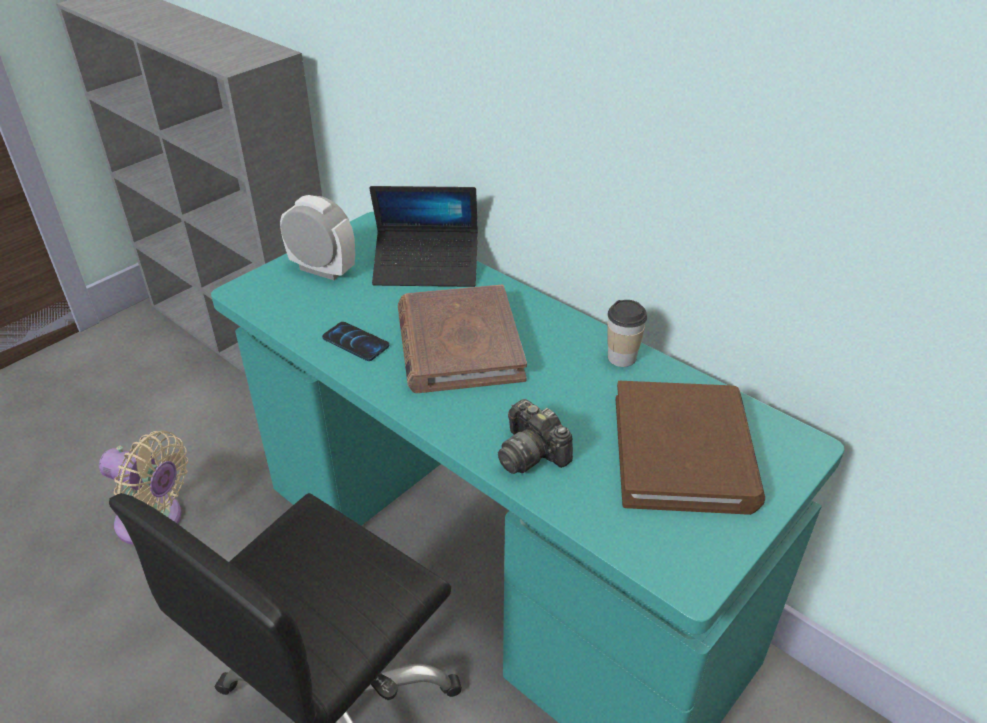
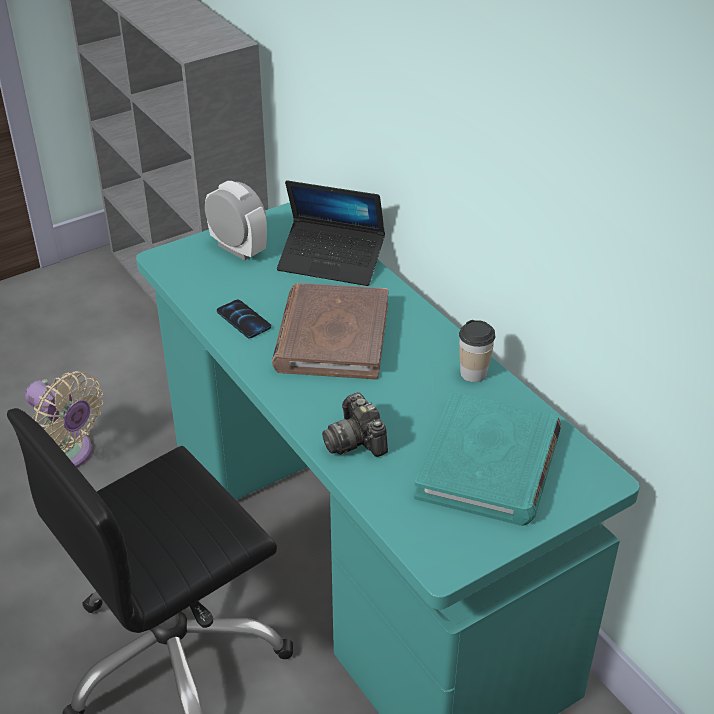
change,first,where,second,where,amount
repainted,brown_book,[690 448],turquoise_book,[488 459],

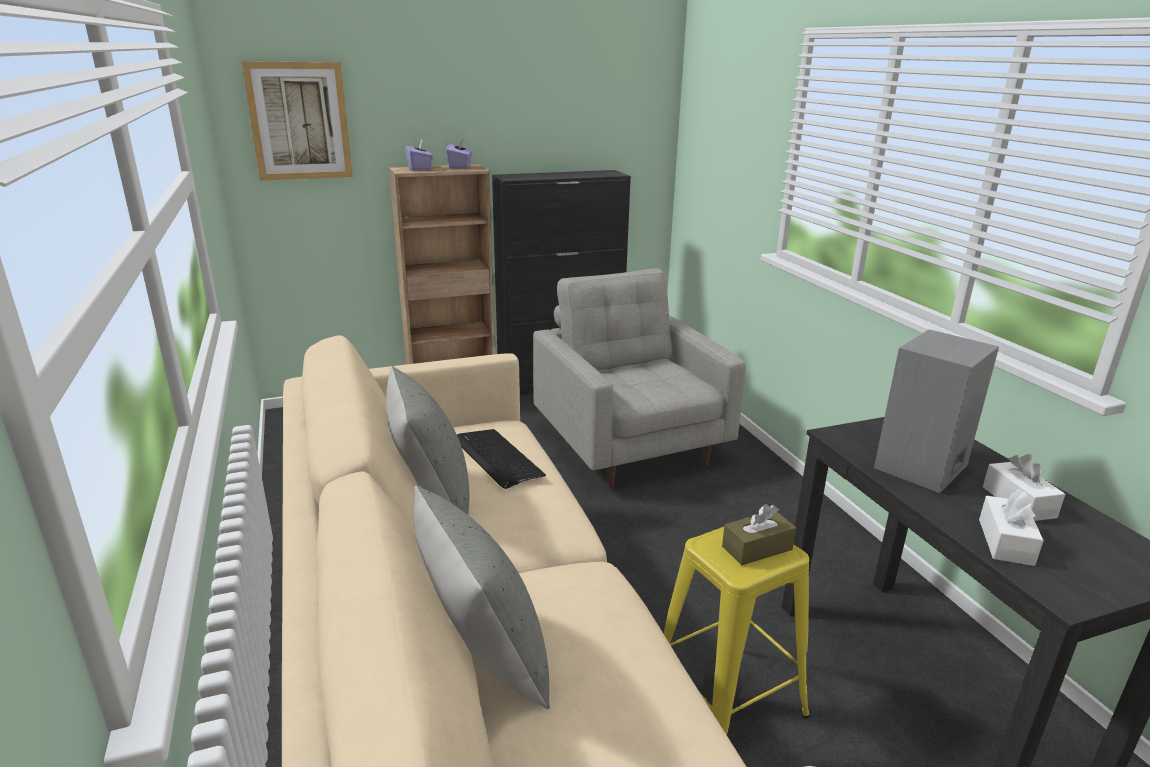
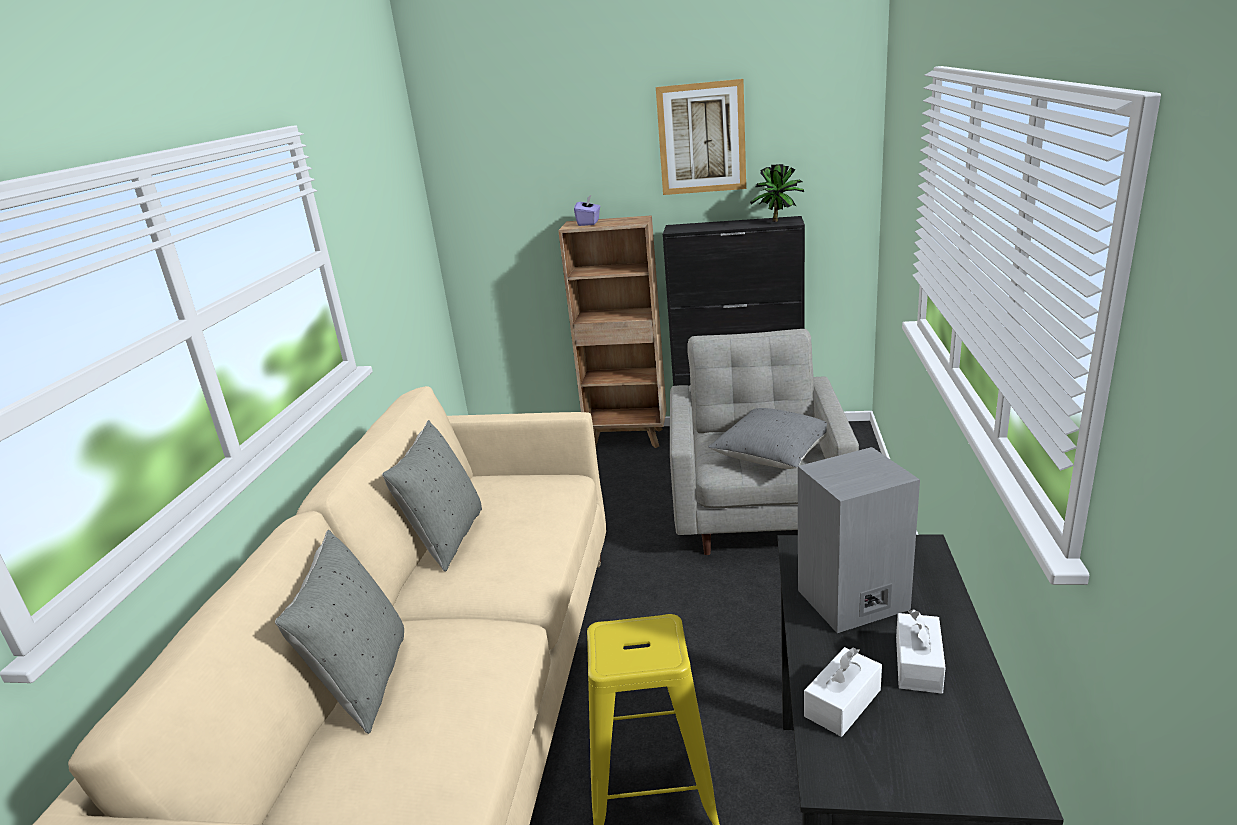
change,first,where,second,where,amount
gone,purple_tissue_box,[459 153],,,
gone,keyboard,[501 459],,,
gone,brown_tissue_box,[759 534],,,
new,,,grey_pillow,[767 438],
new,,,potted_plant,[777 193],
shifted,picture,[297 121],,[701 137],

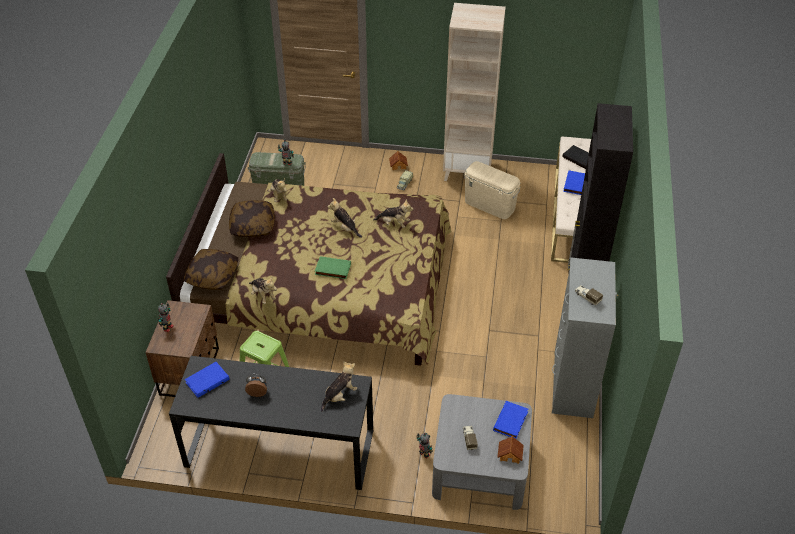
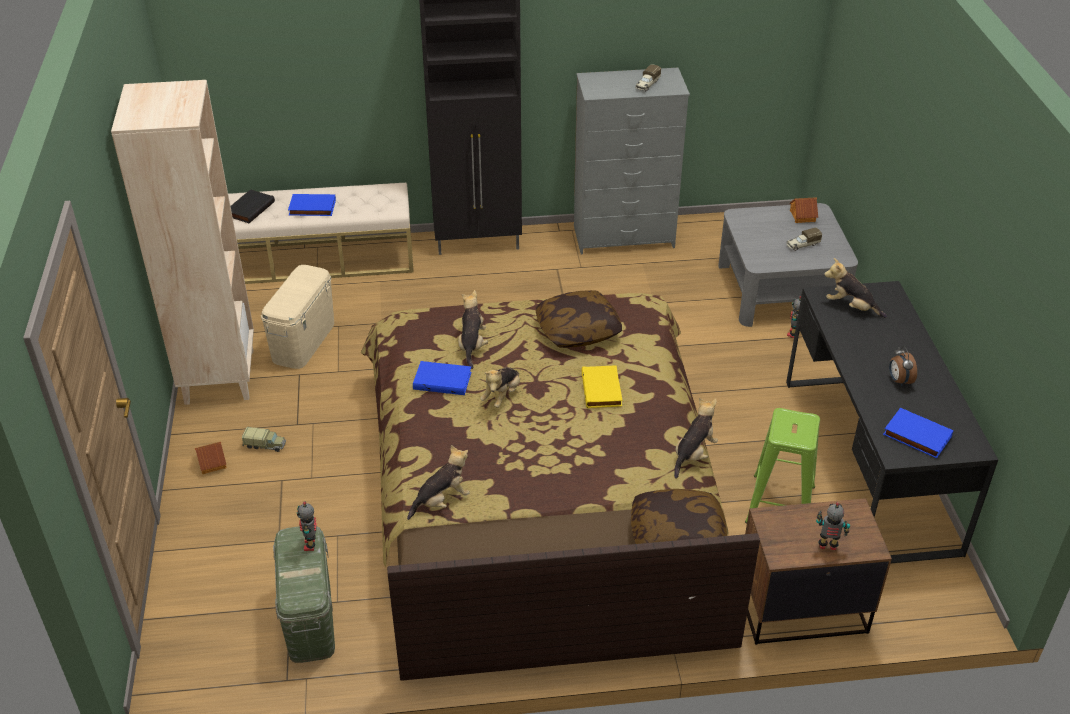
change,first,where,second,where,amount
shifted,pillow,[252 218],,[579 319],
shifted,blue_book,[510 420],,[442 378],
repainted,green_book,[333 267],yellow_book,[601 386],

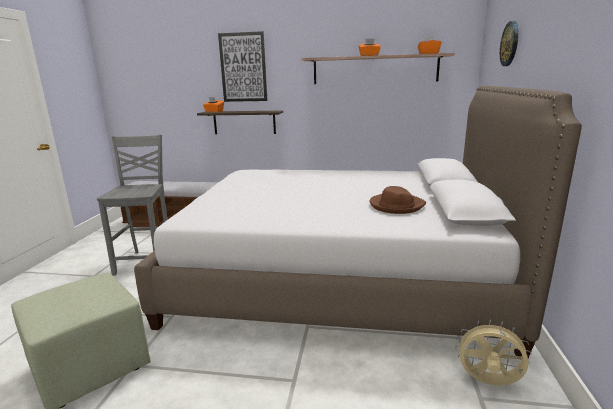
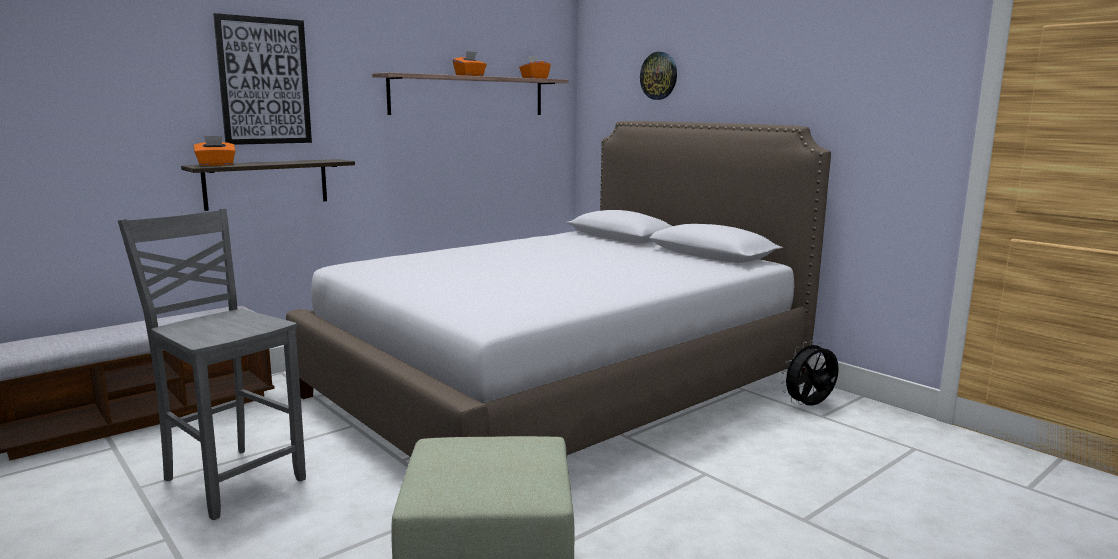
change,first,where,second,where,amount
gone,brown_hat,[398 200],,,
repainted,beige_fan,[493 353],black_fan,[810 373],

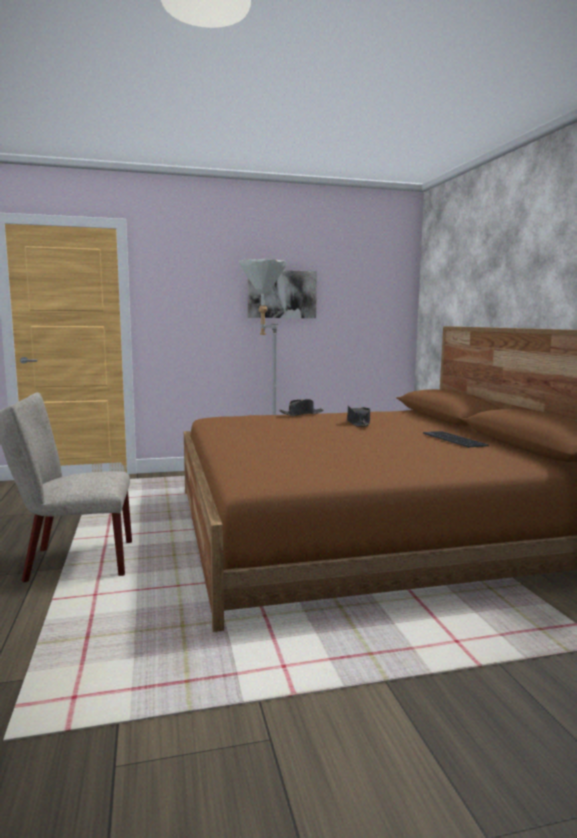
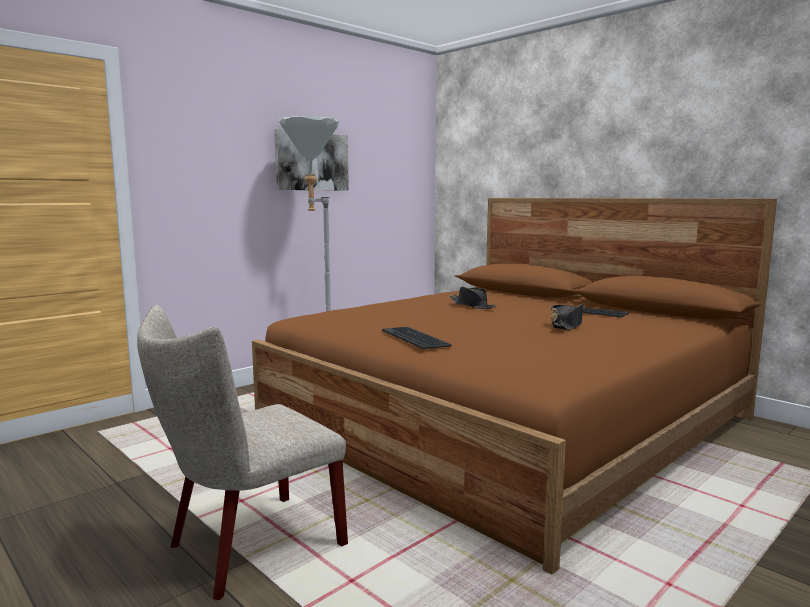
change,first,where,second,where,amount
new,,,keyboard,[417 338],
shifted,black_hat,[301 407],,[567 316],

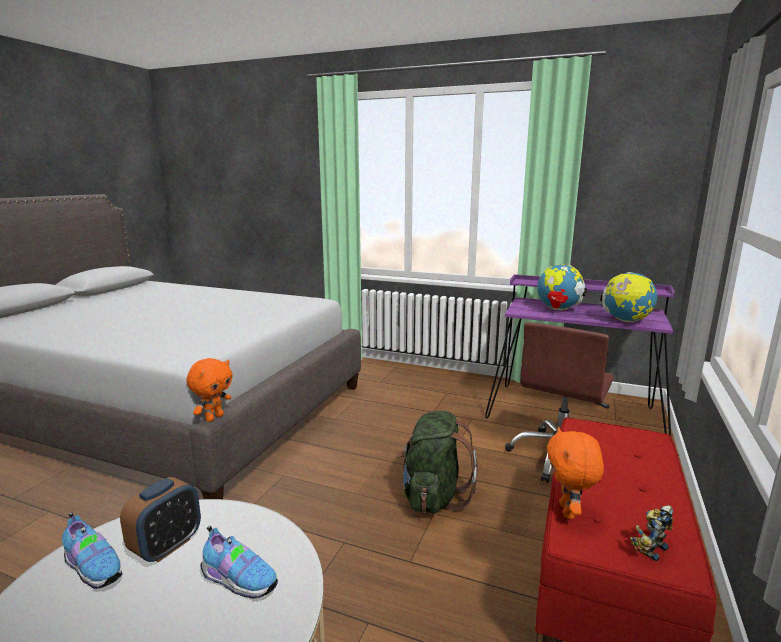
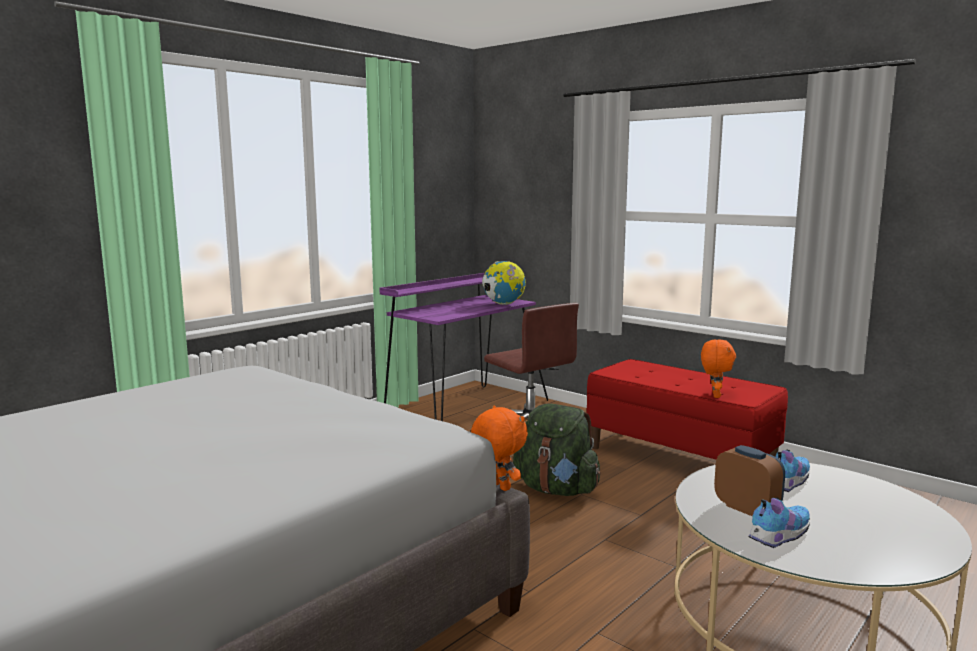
change,first,where,second,where,amount
gone,globe,[562 287],,,
gone,toy_robot,[651 533],,,
rotated,orange_plush_toy,[575 473],,[718 368],105 degrees counterclockwise

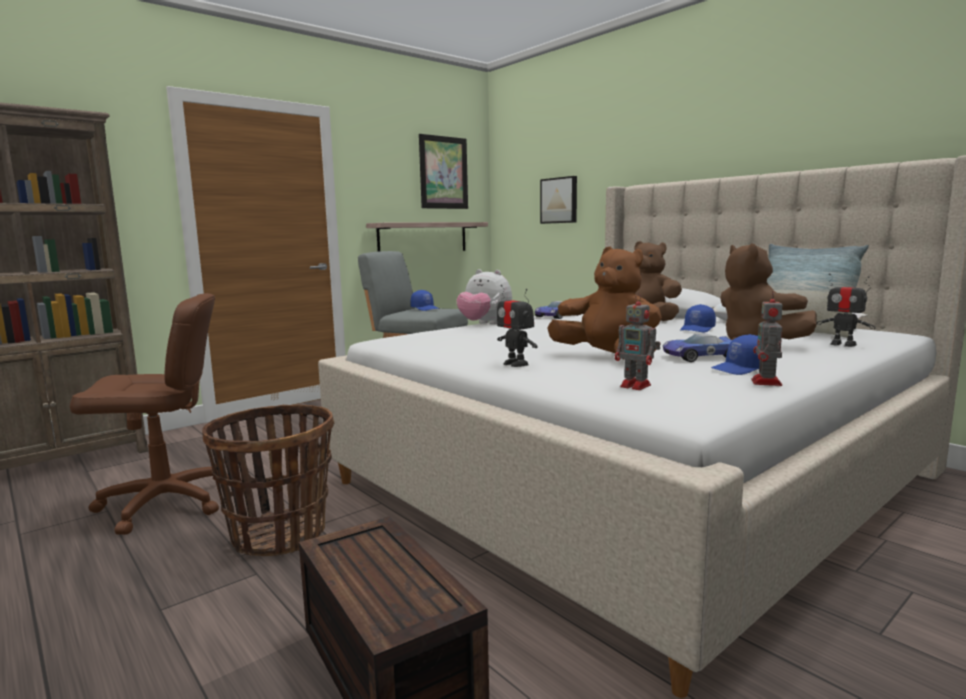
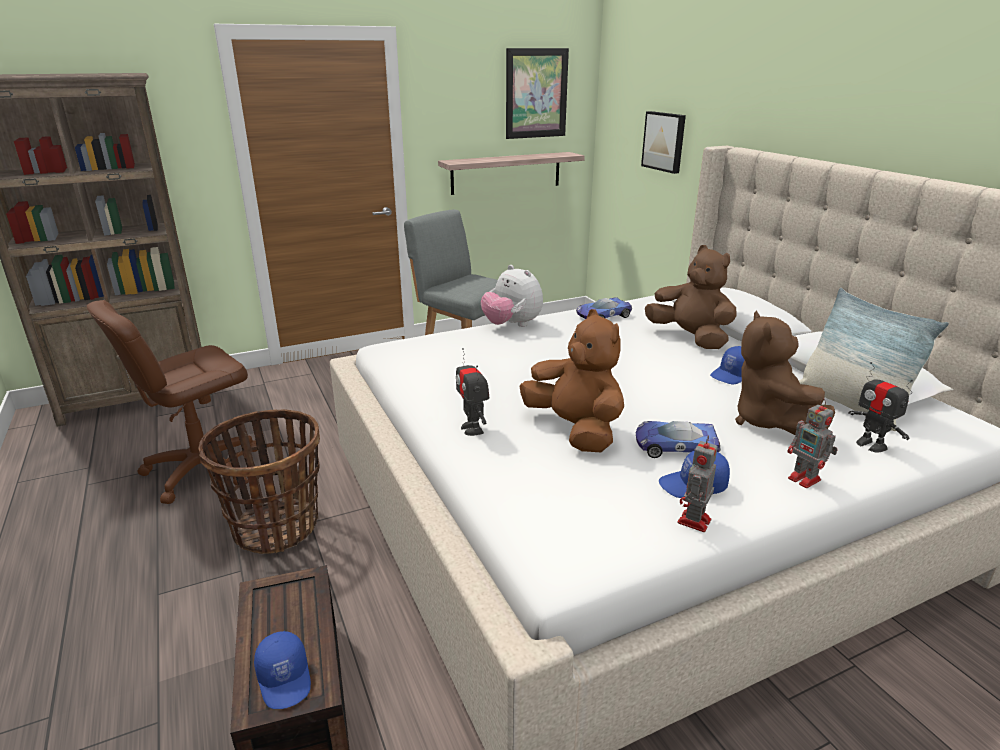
change,first,where,second,where,amount
shifted,blue_cap,[425 300],,[282 670],
shifted,toy_robot,[638 341],,[812 443],
rotated,brown_office_chair,[149 414],,[172 402],135 degrees clockwise

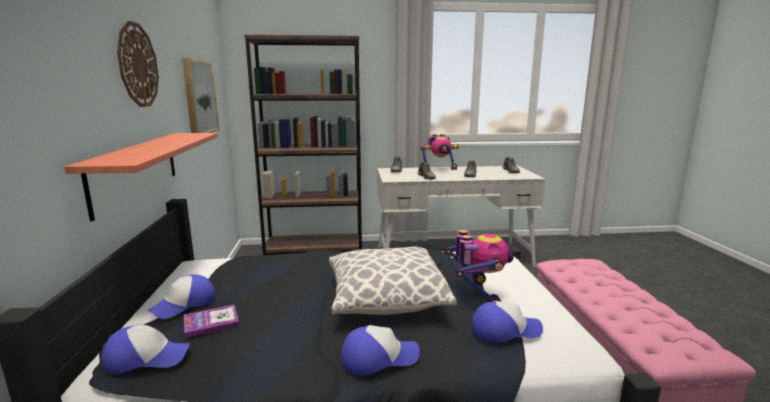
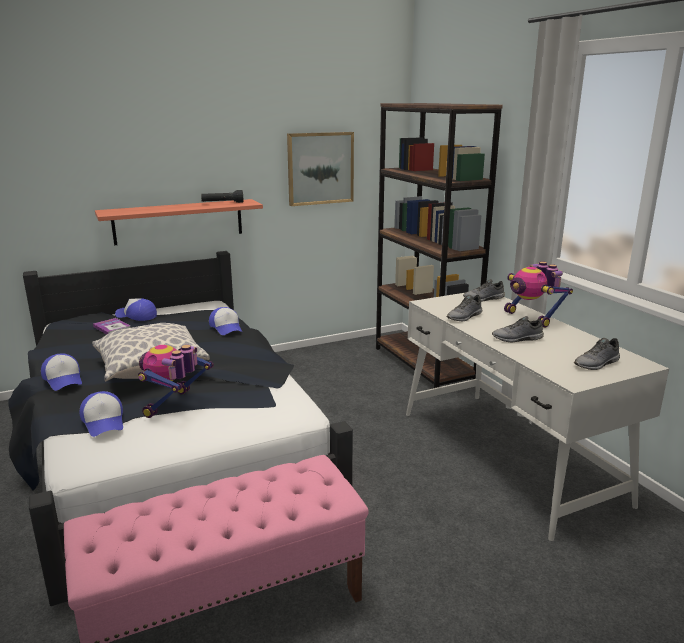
change,first,where,second,where,amount
gone,wall_clock,[138 64],,,
new,,,black_flashlight,[222 196],
shifted,cap,[145 349],,[225 321],
rotated,toy_robot,[479 266],,[176 381],135 degrees clockwise

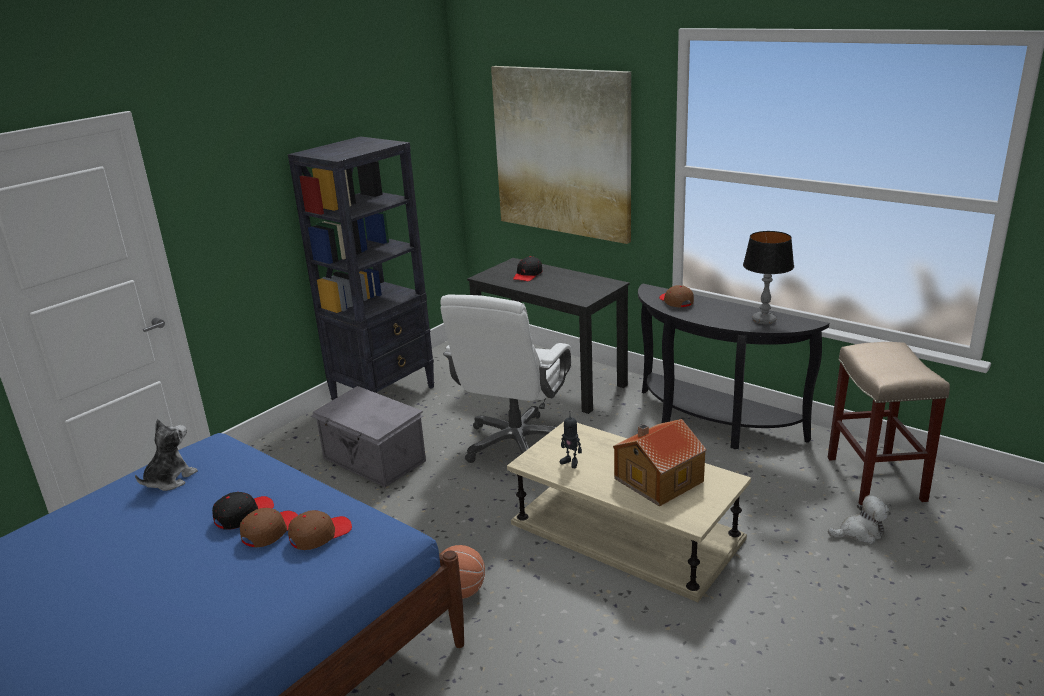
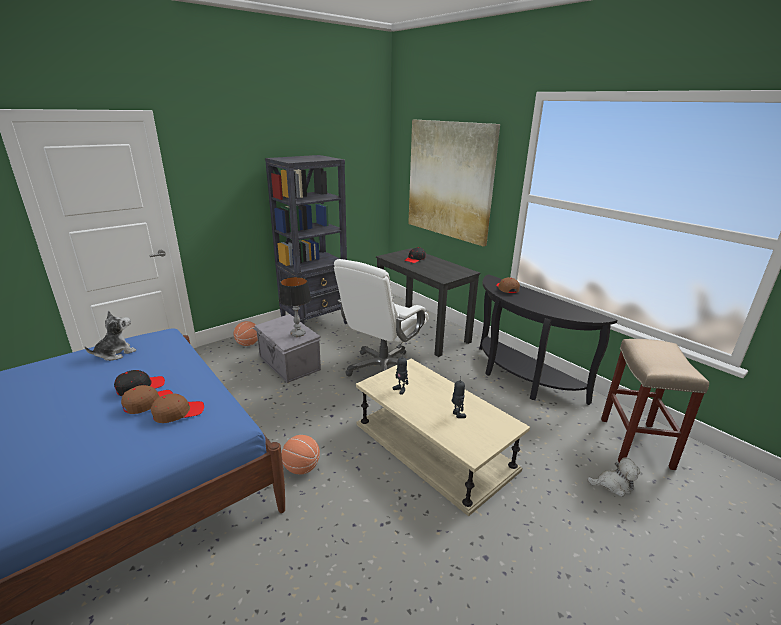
change,first,where,second,where,amount
new,,,basketball,[246 333],
shifted,table_lamp,[768 278],,[295 307],
swapped,toy_house,[660 463],toy_robot,[458 397],

